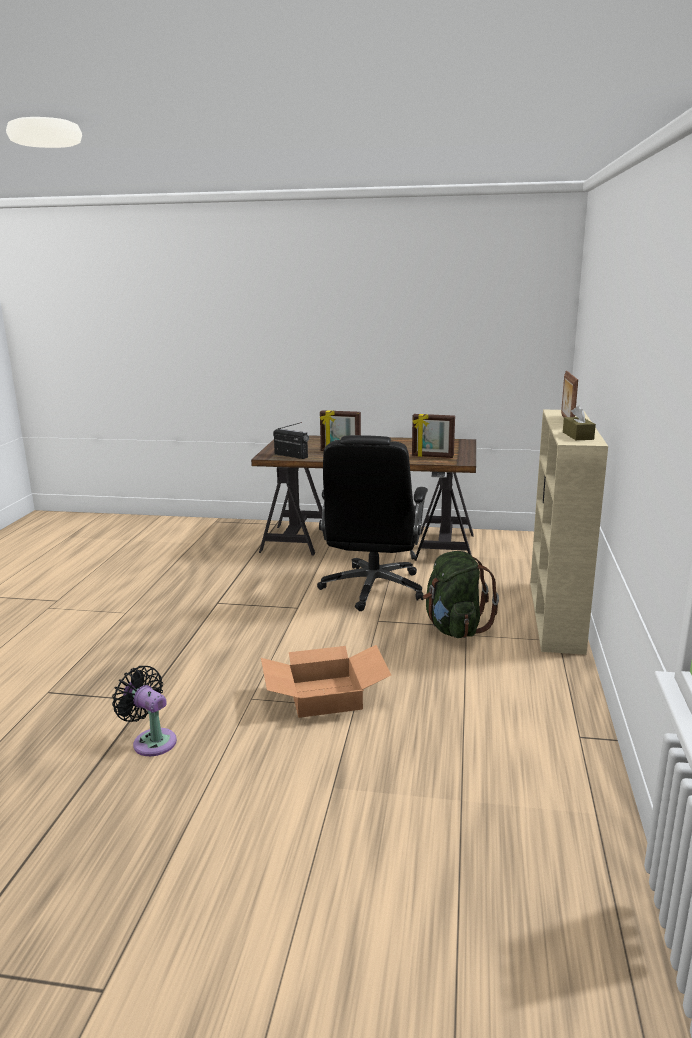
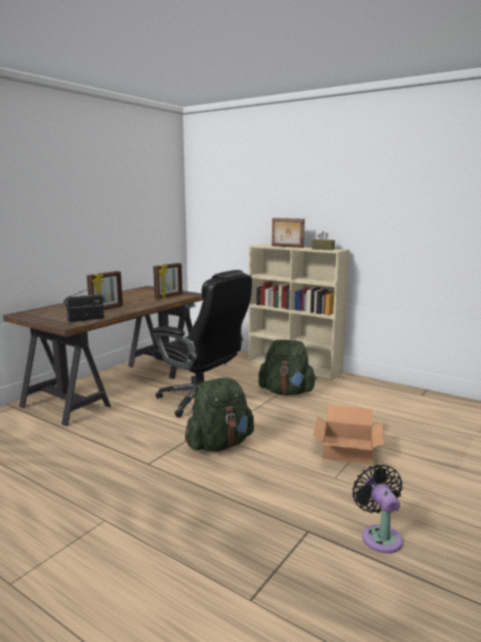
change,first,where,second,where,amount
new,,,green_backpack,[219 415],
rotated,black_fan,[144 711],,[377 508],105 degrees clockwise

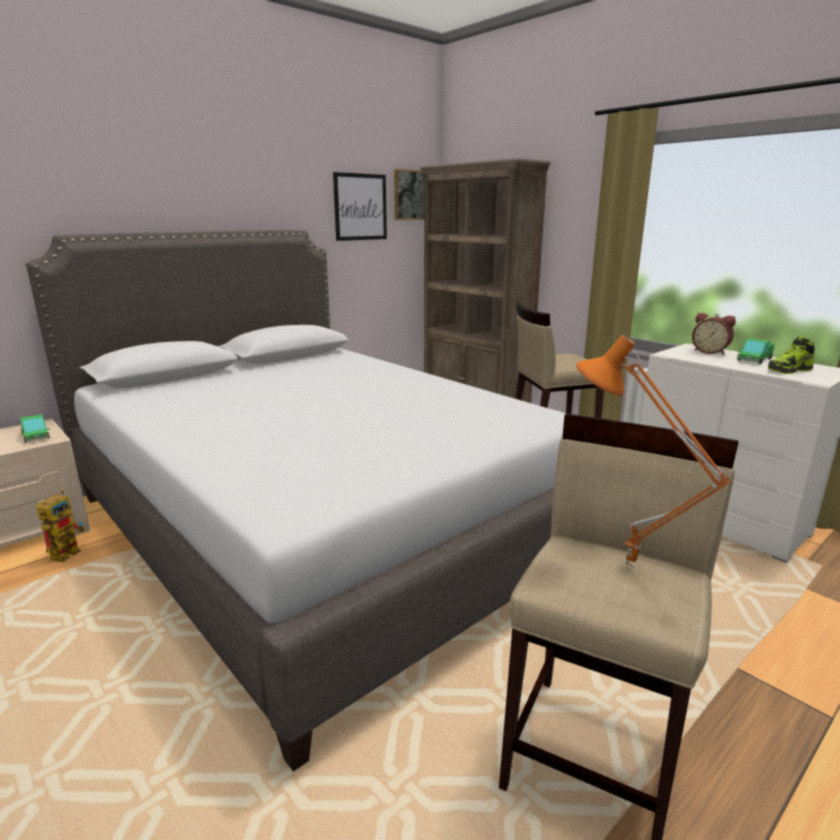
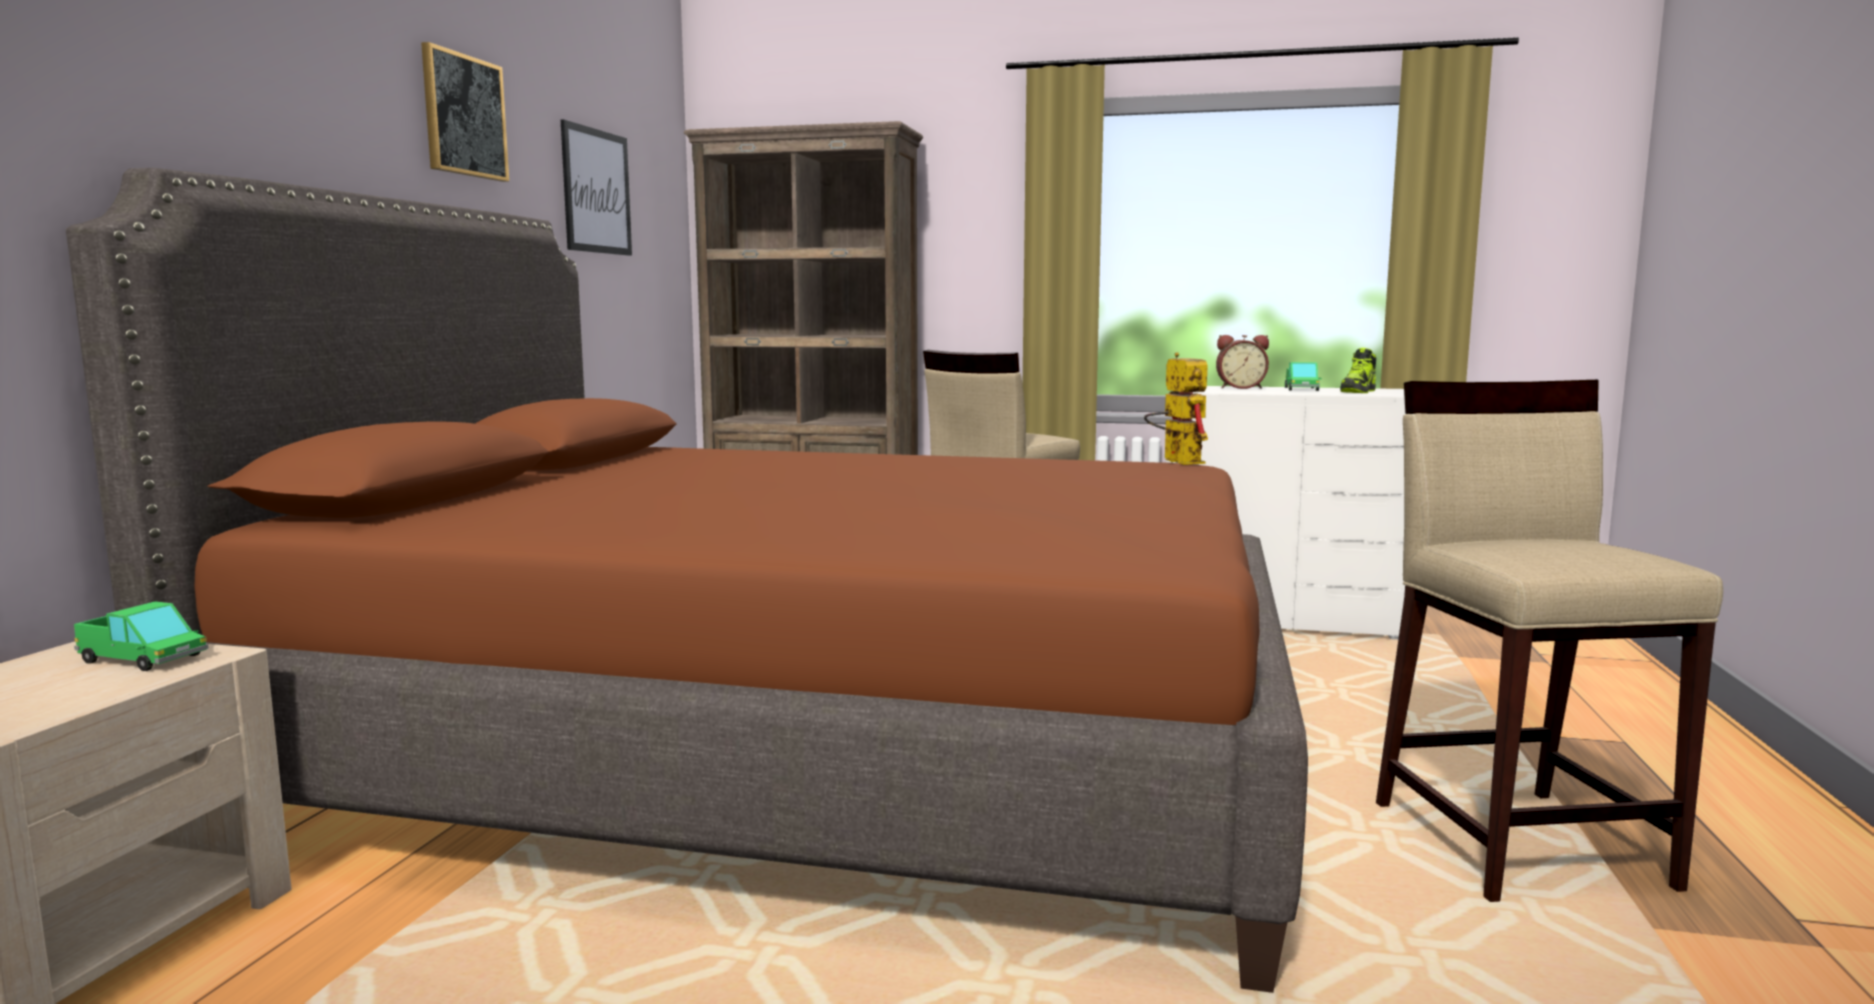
change,first,where,second,where,amount
gone,orange_table_lamp,[654 451],,,
shifted,toy_robot,[60 526],,[1176 408],
shifted,picture,[409 194],,[465 112],
repainted,grey_bed,[296 501],brown_bed,[687 580],

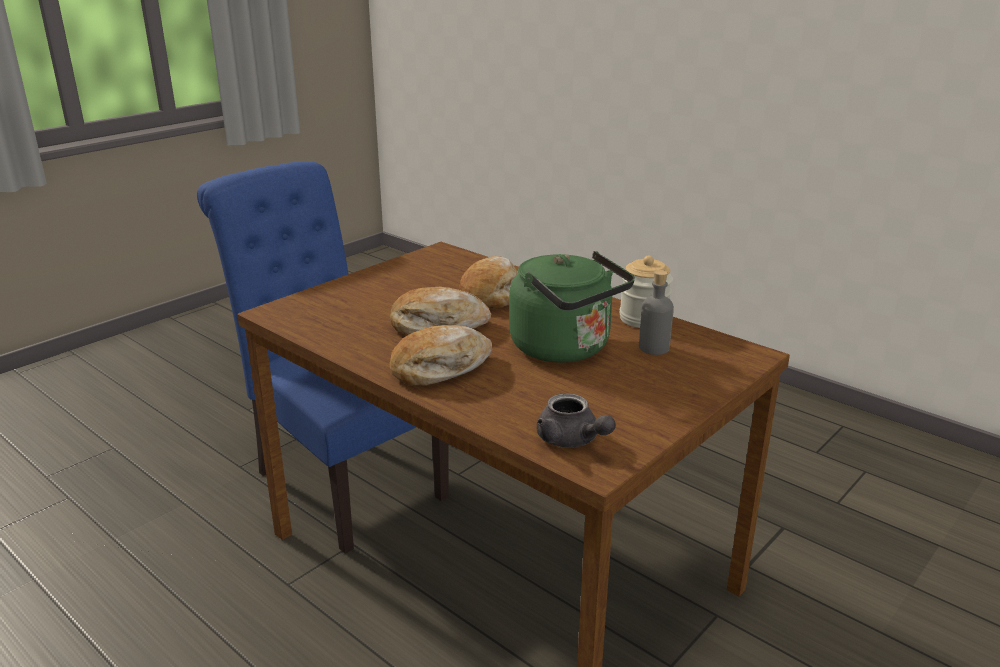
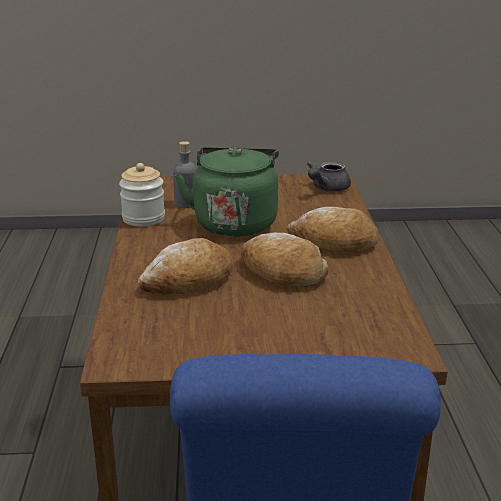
change,first,where,second,where,amount
rotated,grey_teapot,[576 420],,[329 176],150 degrees counterclockwise

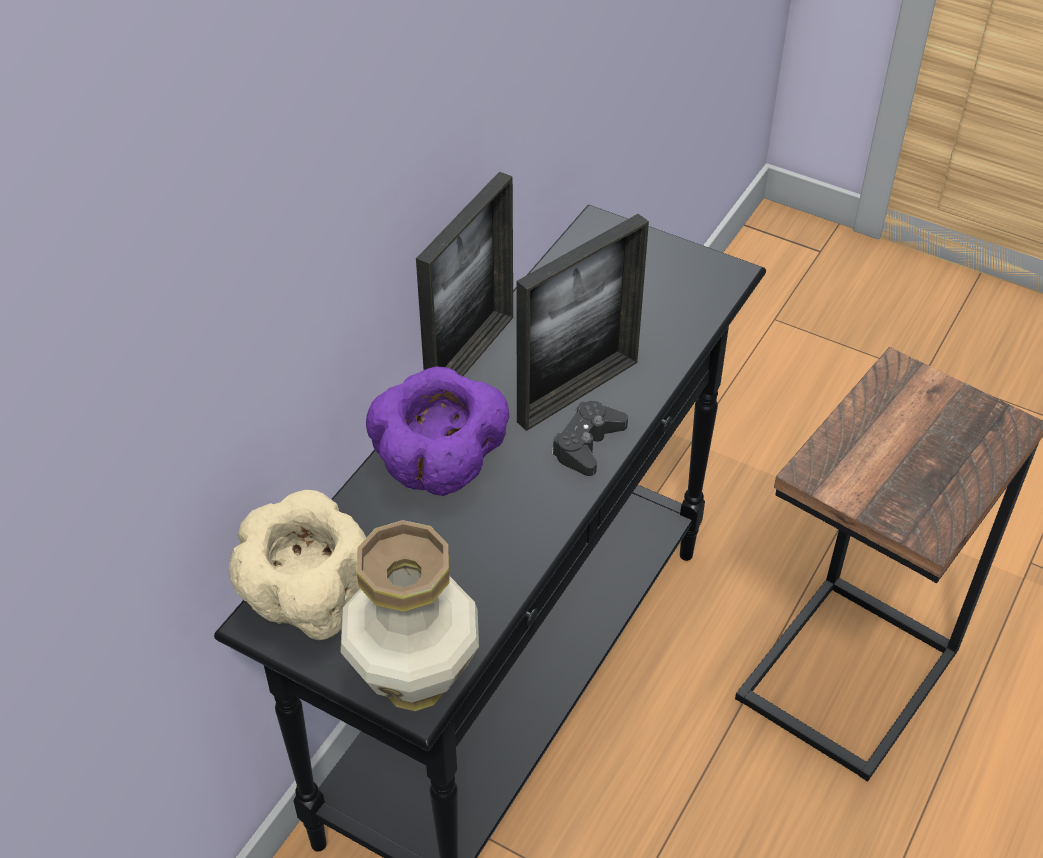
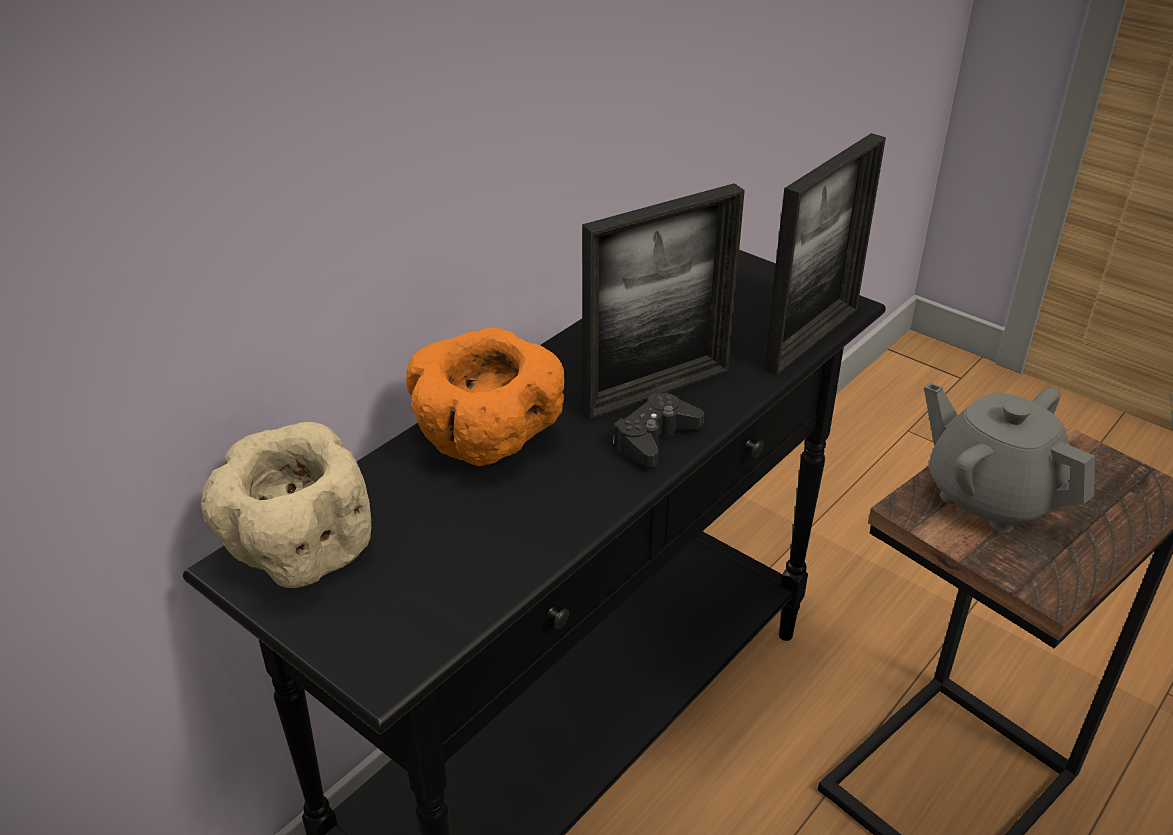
change,first,where,second,where,amount
gone,vase,[409 615],,,
new,,,grey_teapot,[1009 457],
shifted,picture_frame,[464 274],,[825 254],
repainted,purple_bowl,[438 431],orange_bowl,[485 396],

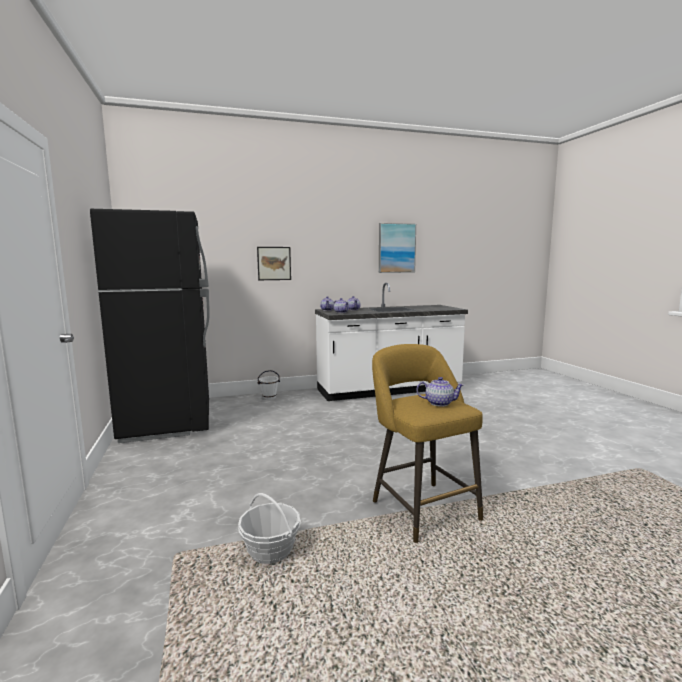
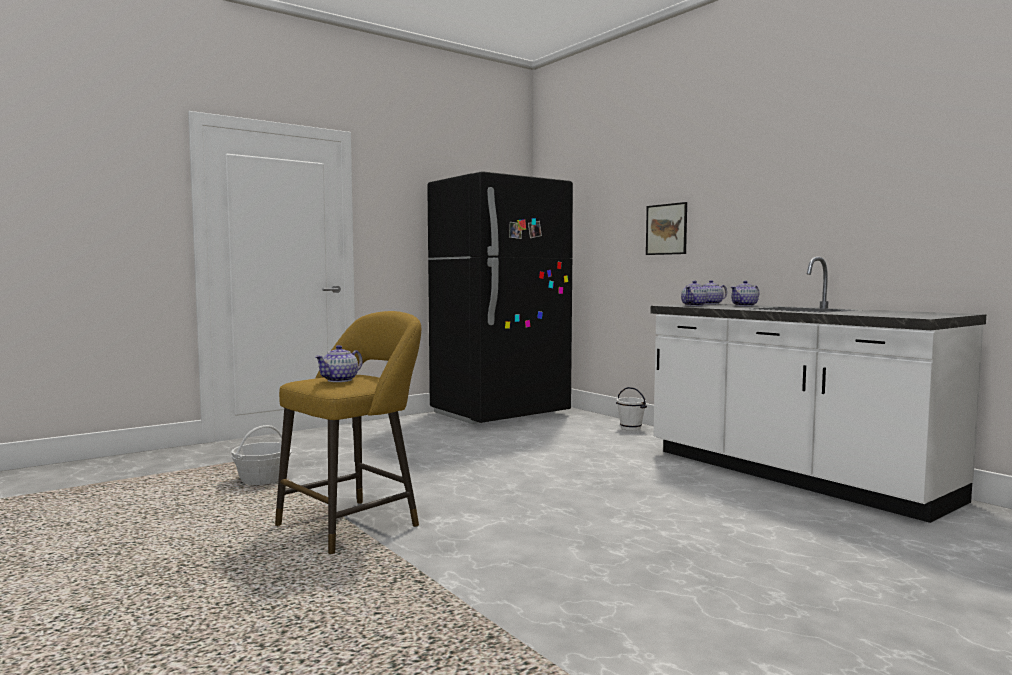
change,first,where,second,where,amount
gone,picture,[397 248],,,
rotated,teapot,[440 392],,[339 363],45 degrees clockwise

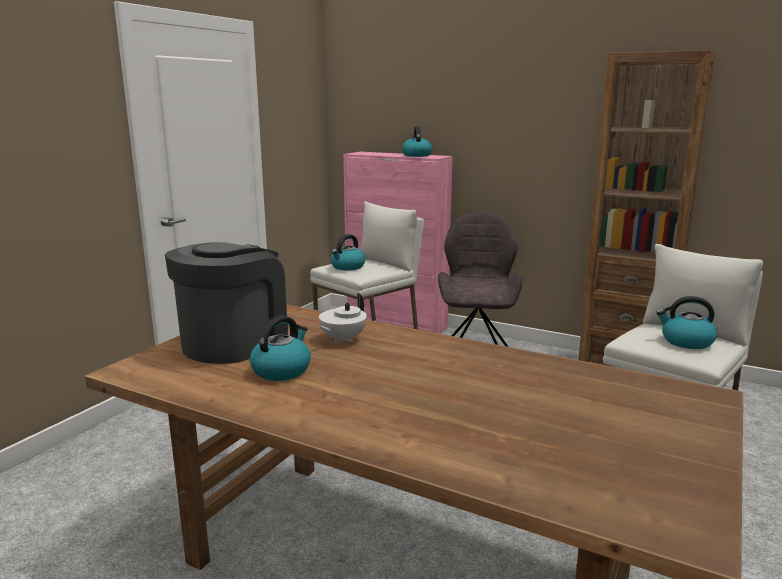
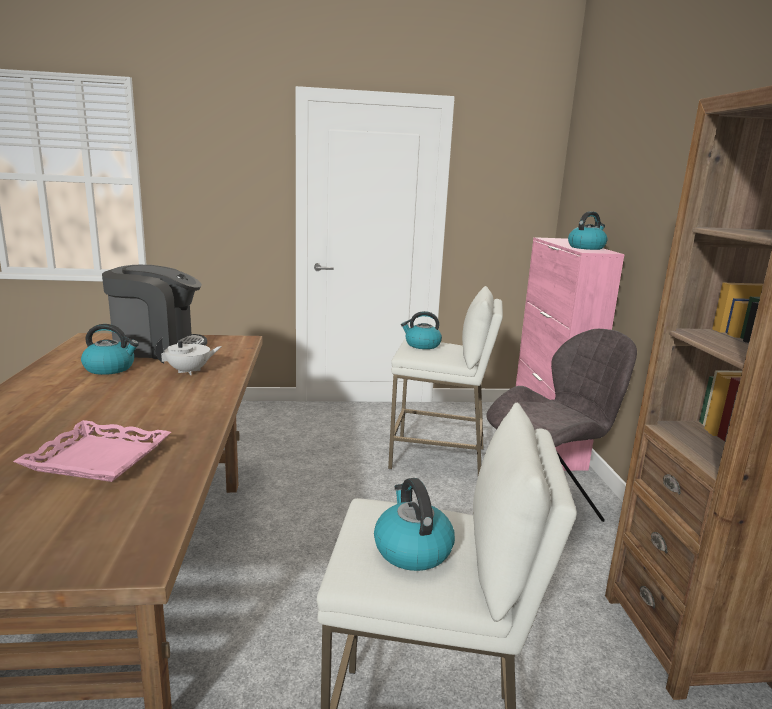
change,first,where,second,where,amount
new,,,pink_tray,[92 451],
rotated,white_teapot,[342 318],,[188 356],150 degrees clockwise

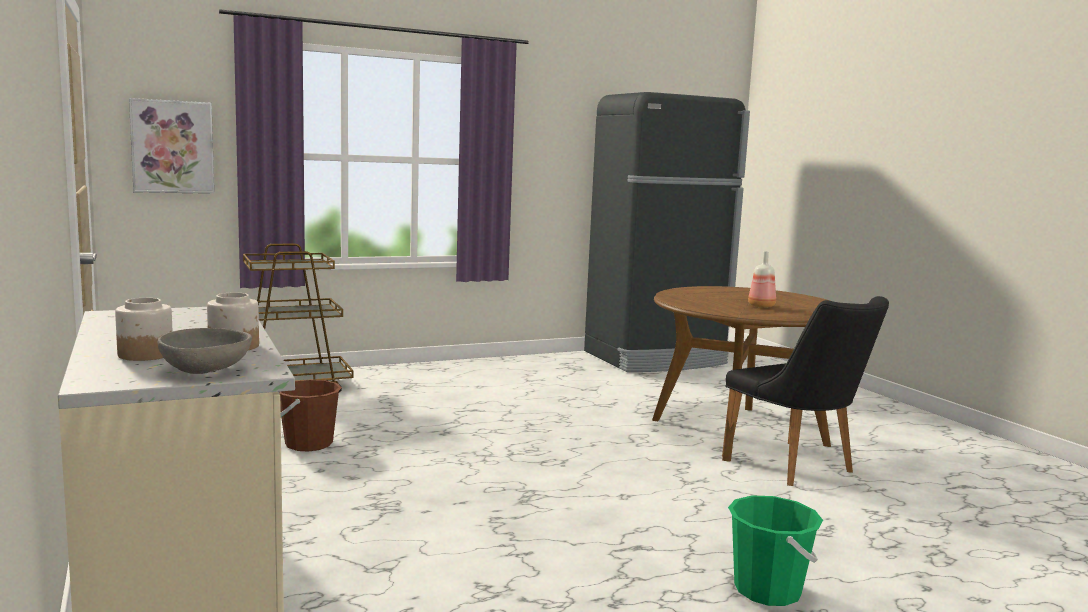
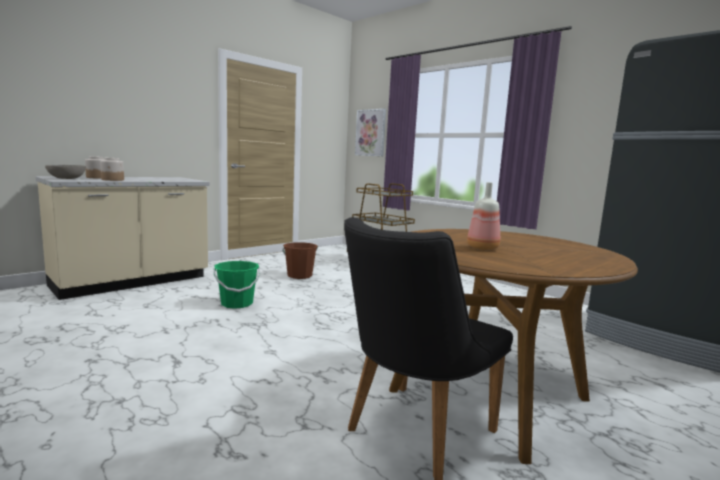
change,first,where,second,where,amount
shifted,green_bucket,[775 550],,[237 285],

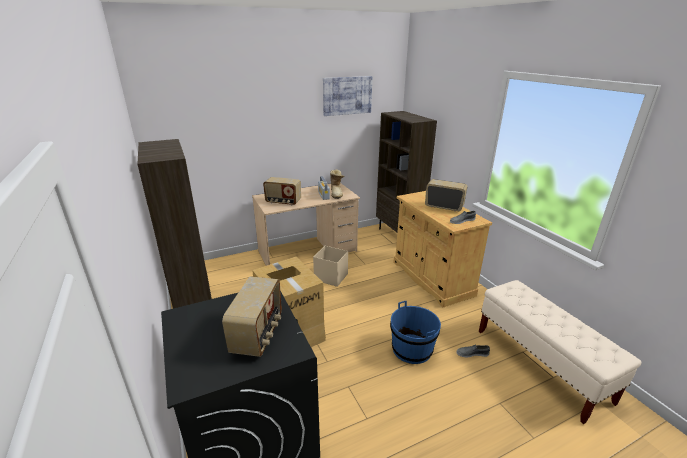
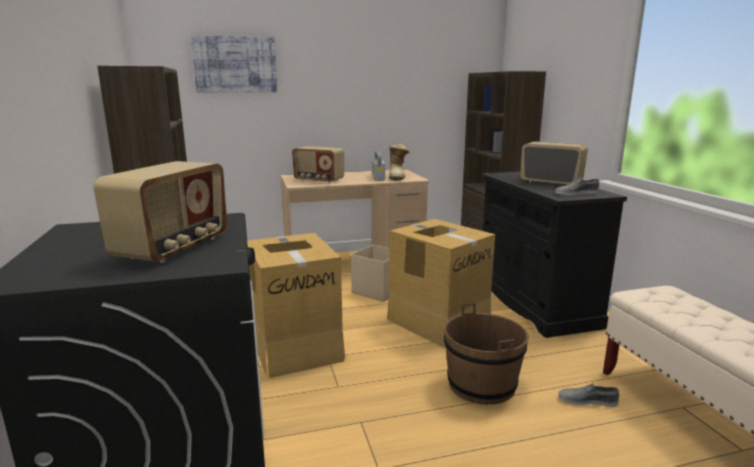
change,first,where,second,where,amount
new,,,cardboard_box,[441 283],
shifted,picture,[347 96],,[234 63],
repainted,blue_bucket,[415 332],brown_bucket,[486 354],
repainted,beige_cabinet,[442 249],black_cabinet,[554 254],

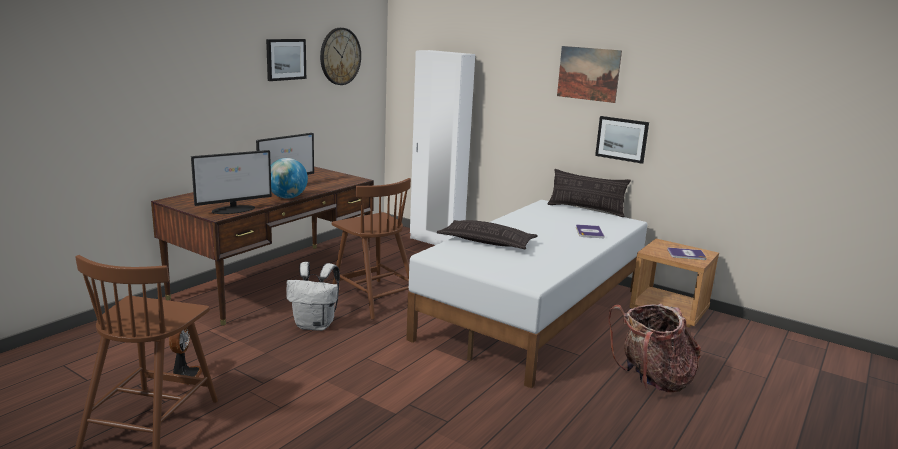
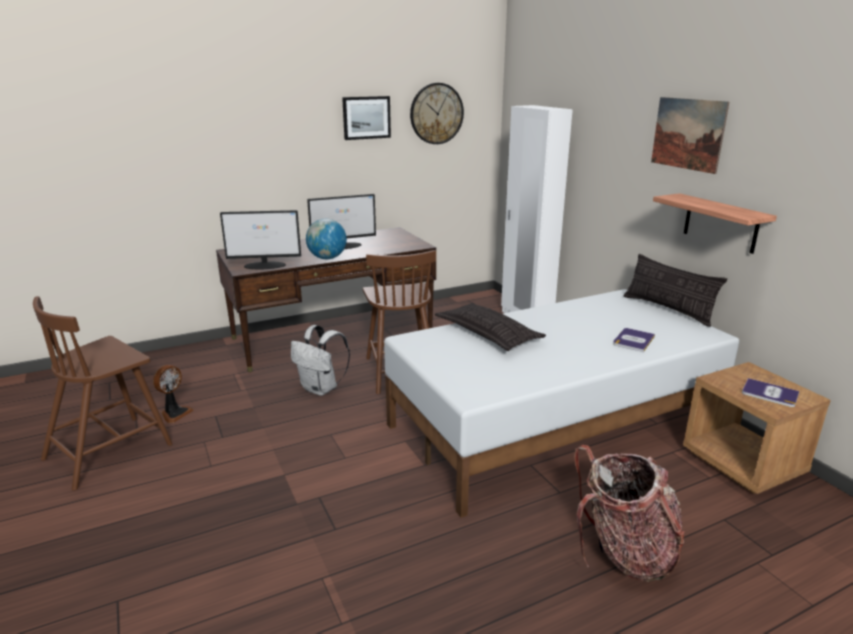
change,first,where,second,where,amount
swapped,picture,[622 140],shelf,[715 223],

